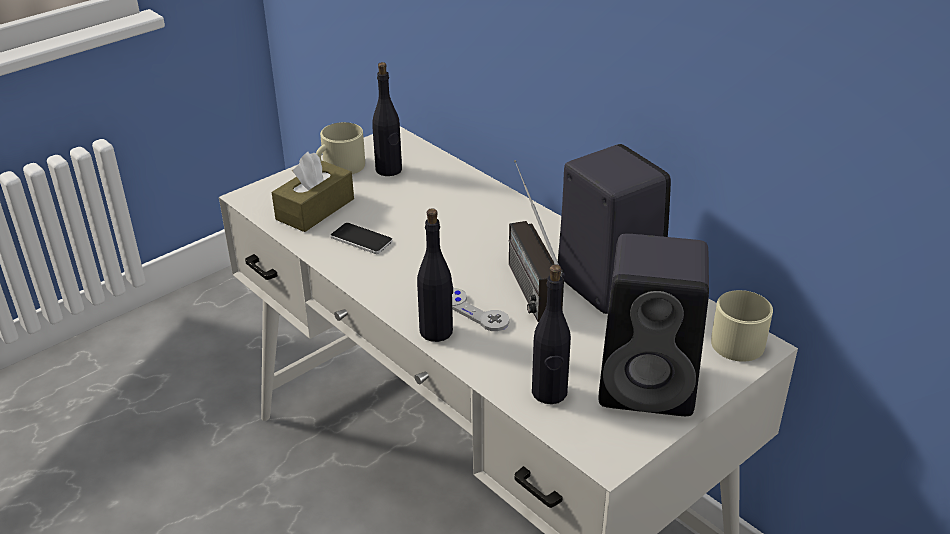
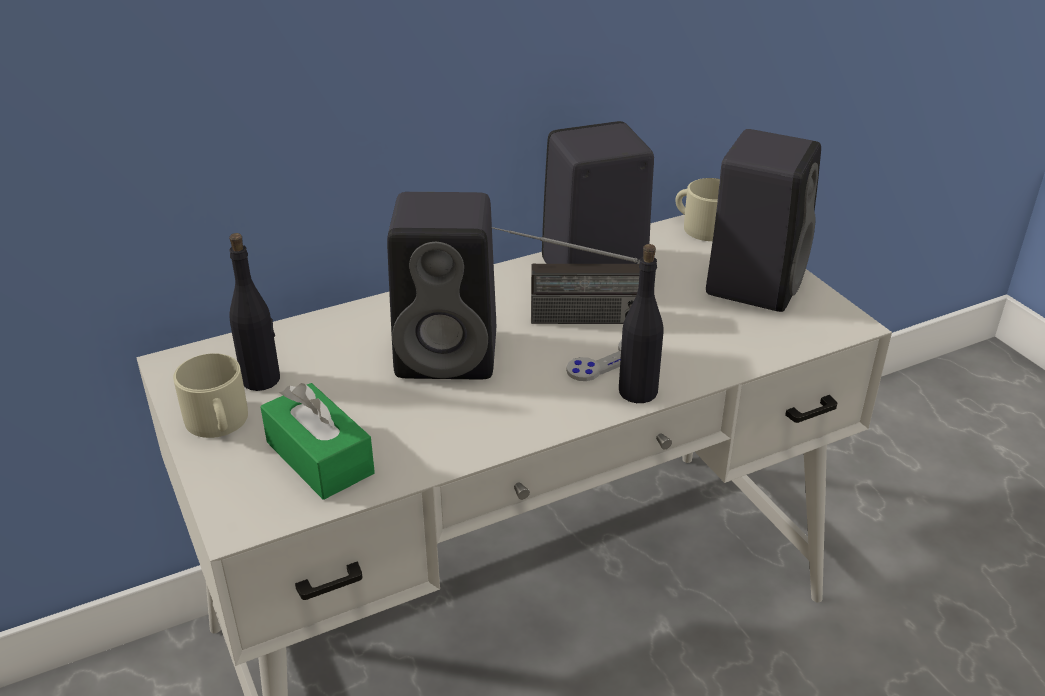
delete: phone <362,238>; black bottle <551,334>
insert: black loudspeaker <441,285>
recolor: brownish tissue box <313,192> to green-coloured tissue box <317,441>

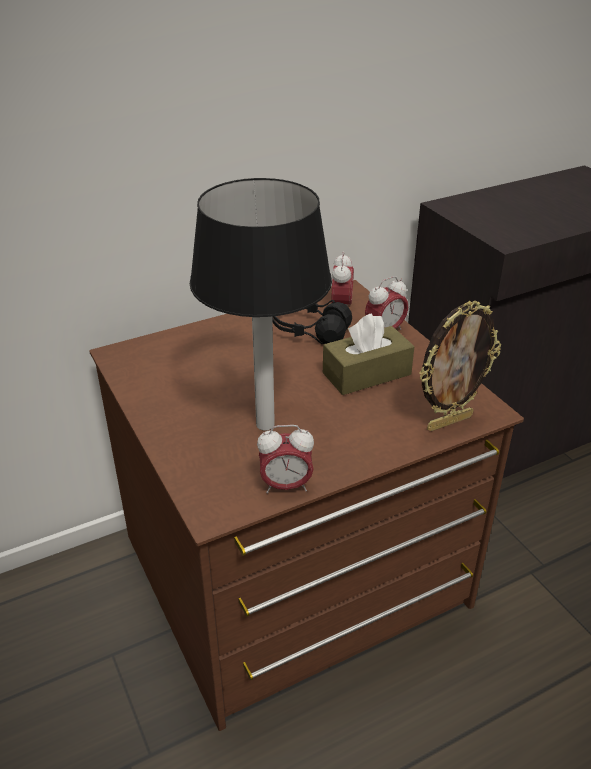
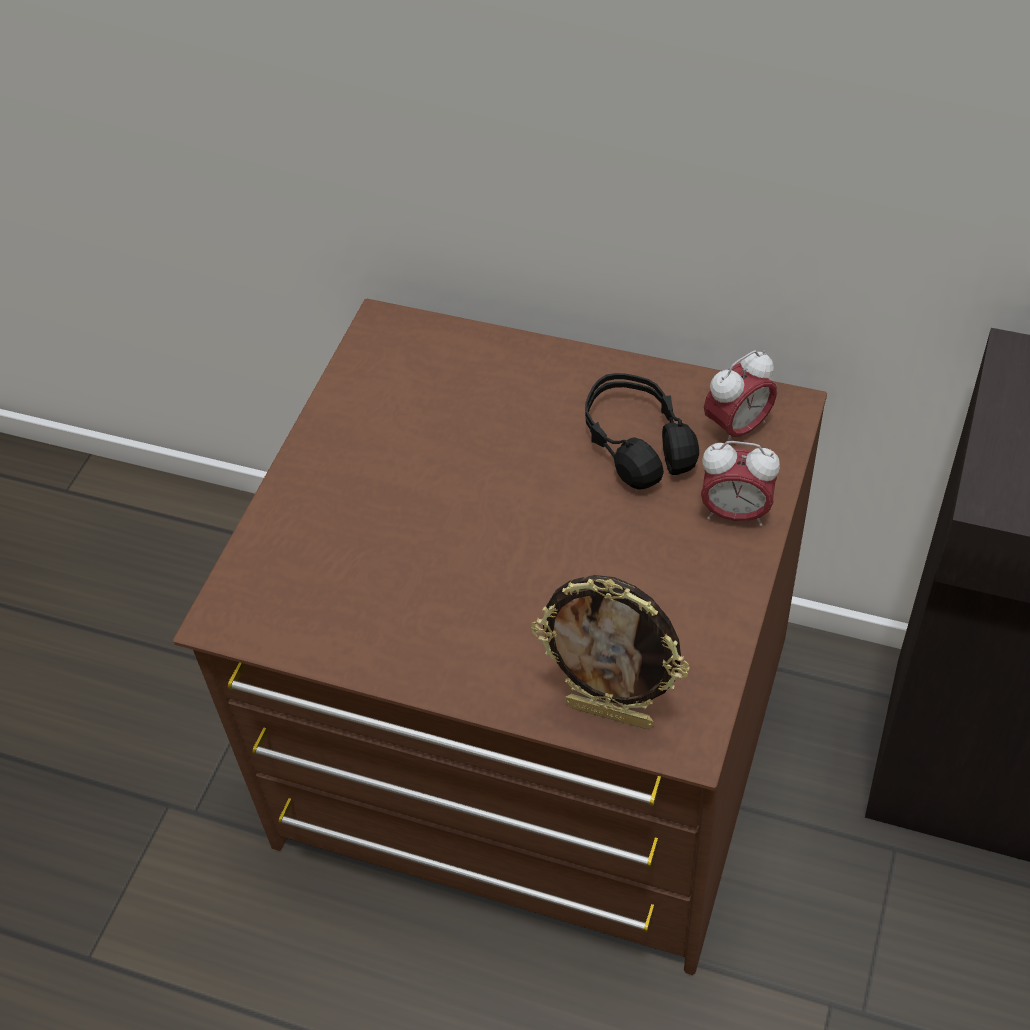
delete: table lamp <261,304>; bedside clock <285,459>; brownish tissue box <368,354>

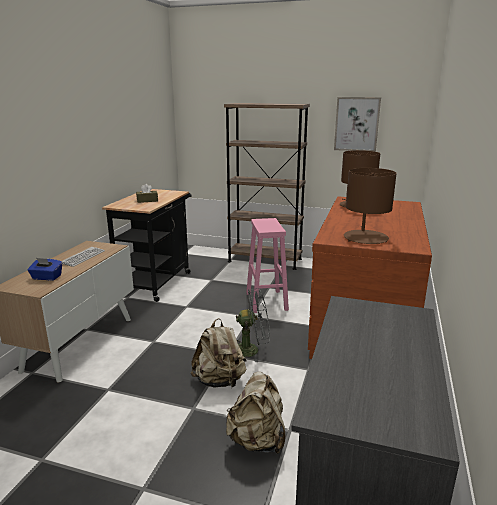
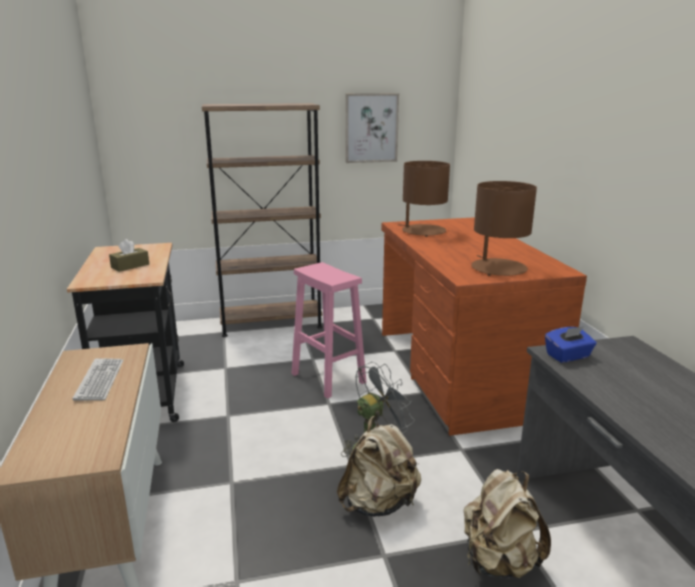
move: bluish tissue box <44,269> to <571,344>

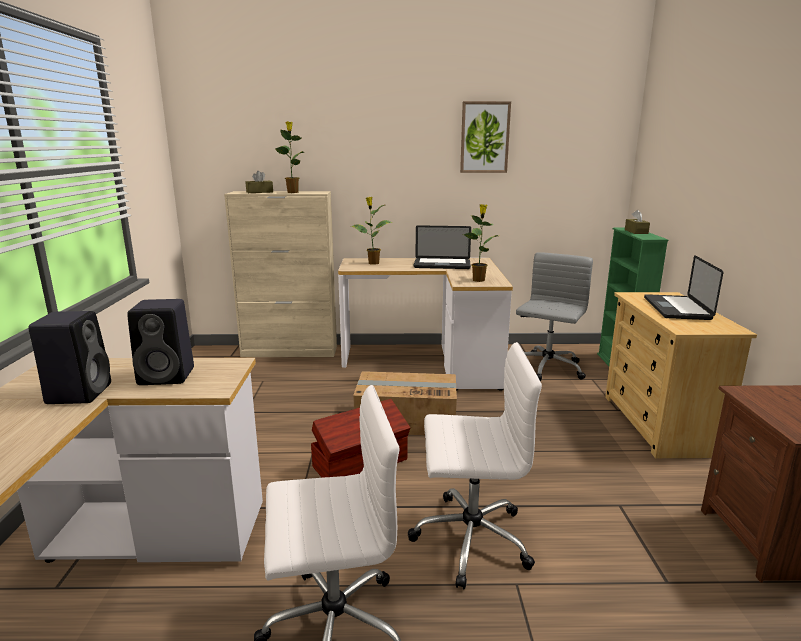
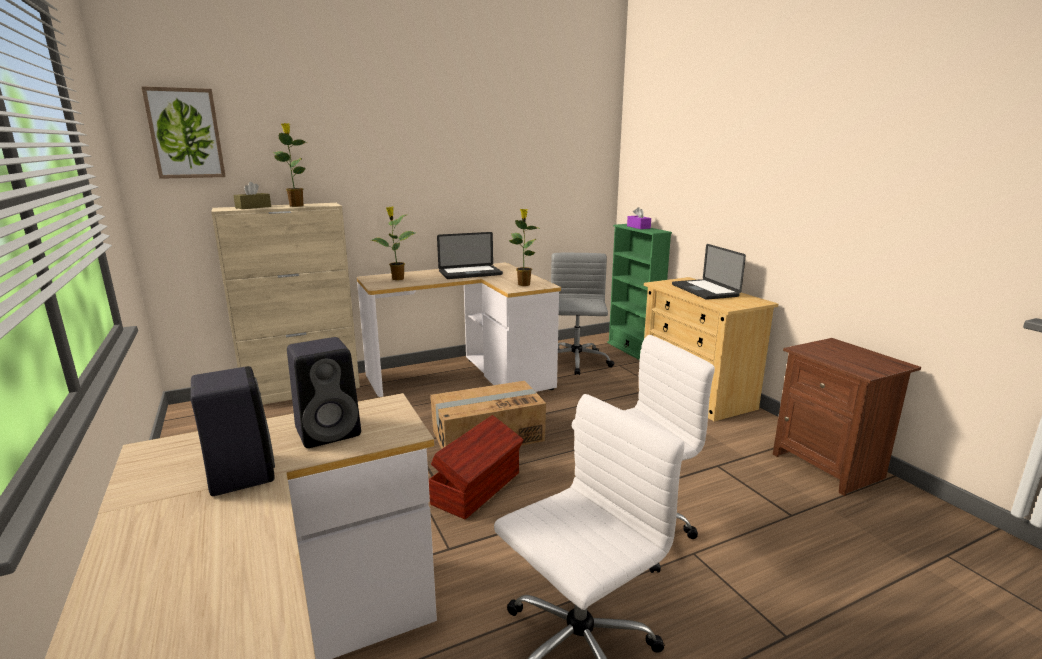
move: wall art <485,137> to <183,132>
recolor: brownish tissue box <637,222> to purplish tissue box <639,218>

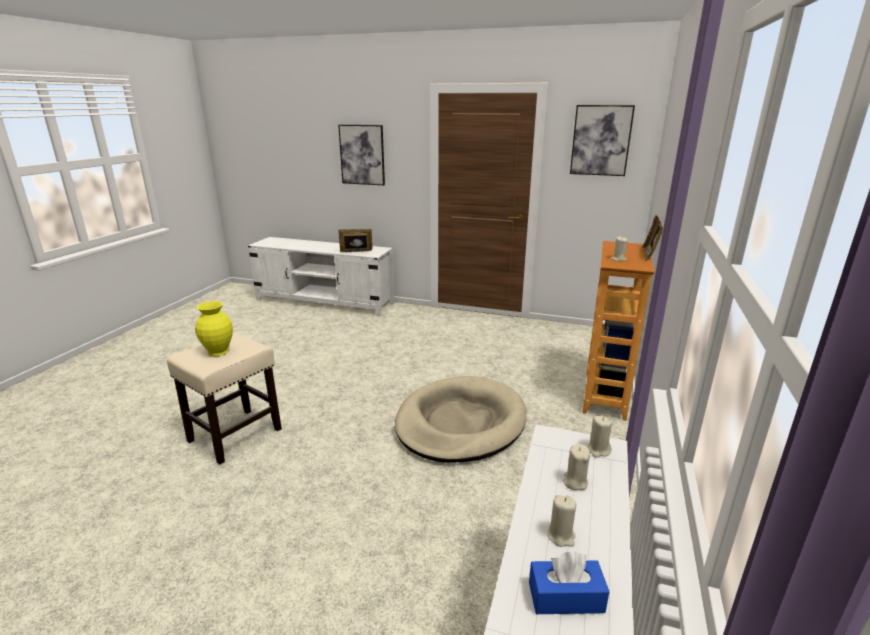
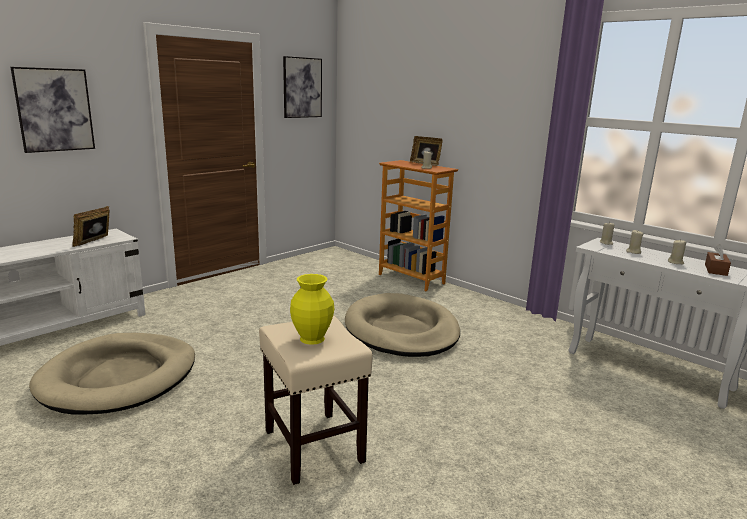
insert: beige-coloured dog bed <112,374>
recolor: bluish tissue box <569,582> to brownish tissue box <718,260>

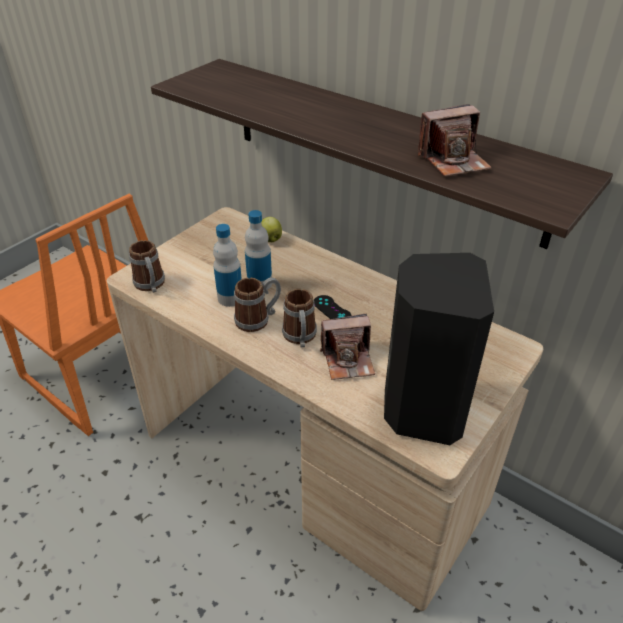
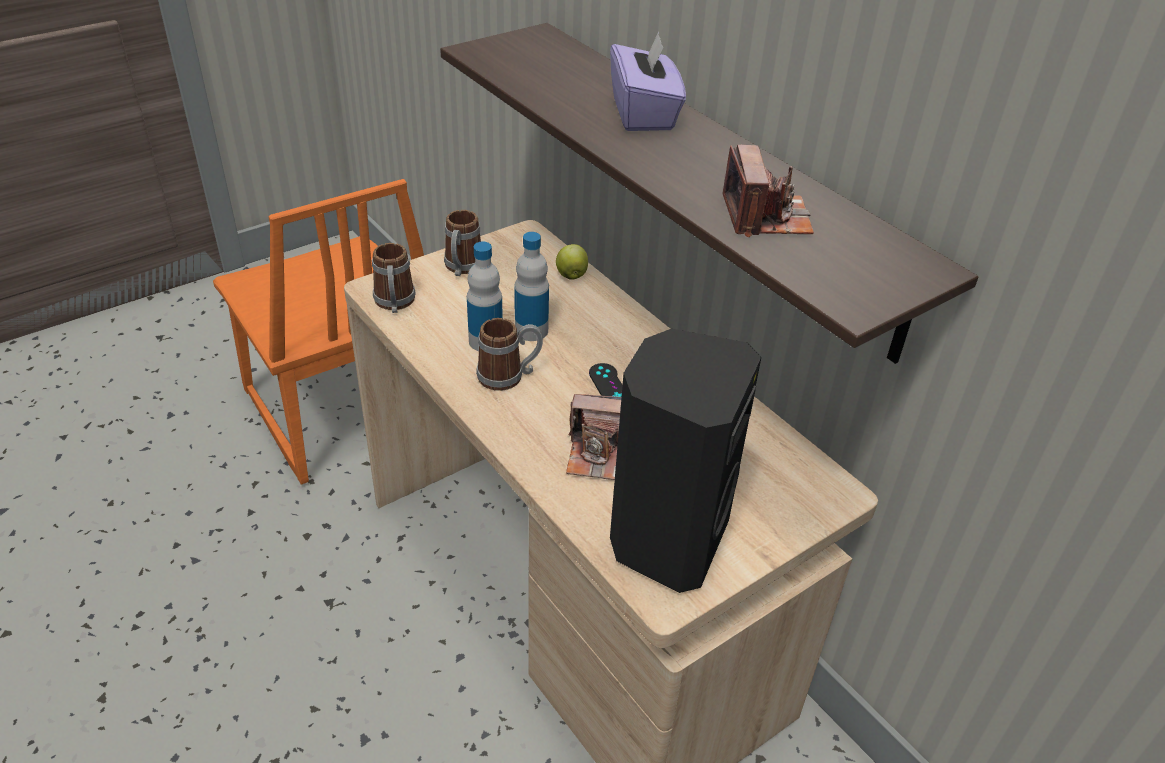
insert: purplish tissue box <648,81>
move: tea mug <299,318> to <462,243>
rotate: photo camera <455,140> = <768,191> 90 degrees counterclockwise

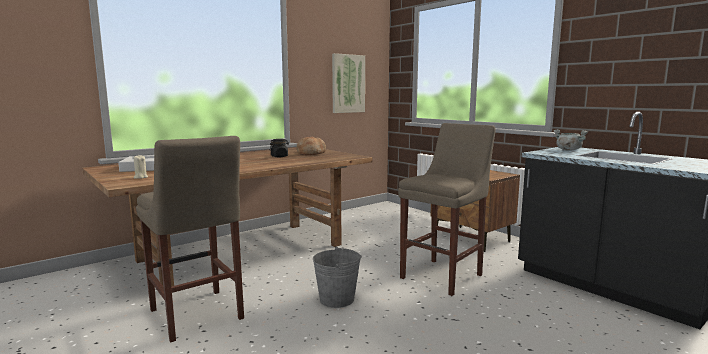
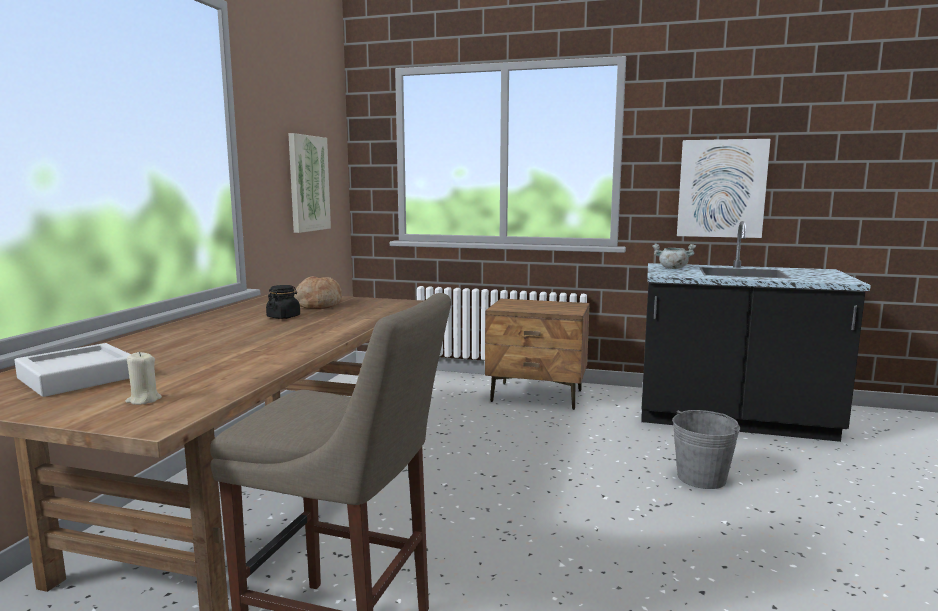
delete: beige-coloured sitting stool <447,209>
insert: wall art <723,188>
move: gray water bucket <337,277> to <706,449>

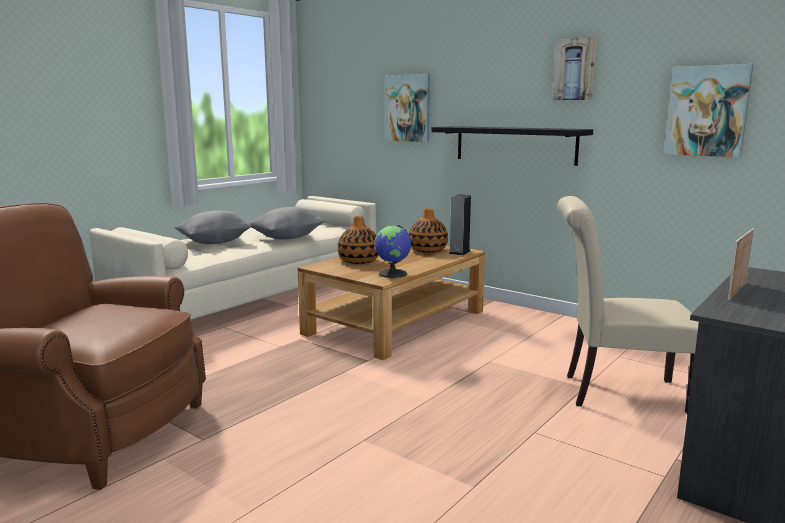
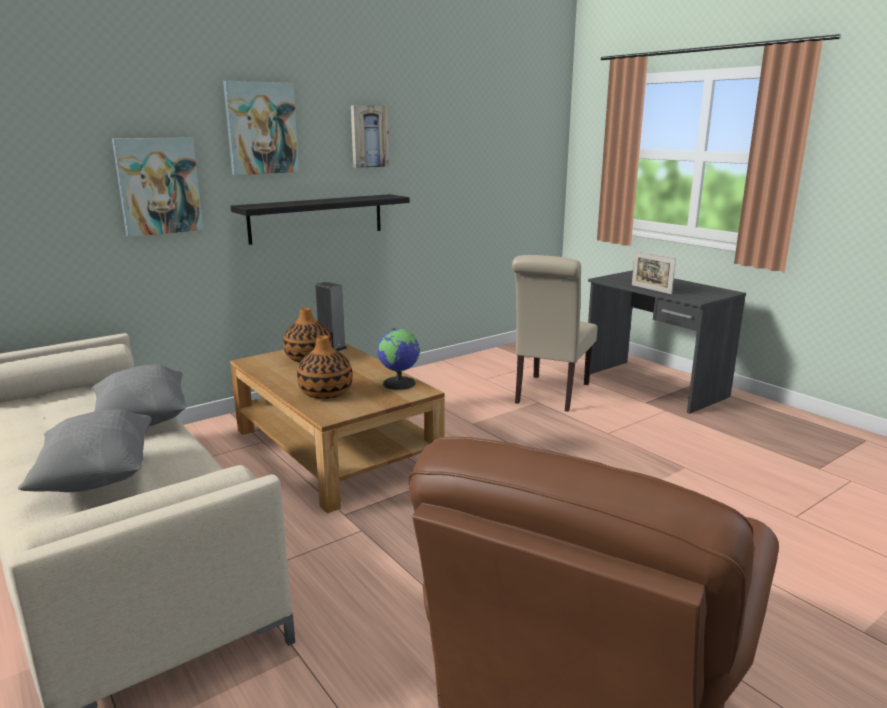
move: wall art <708,111> to <261,128>

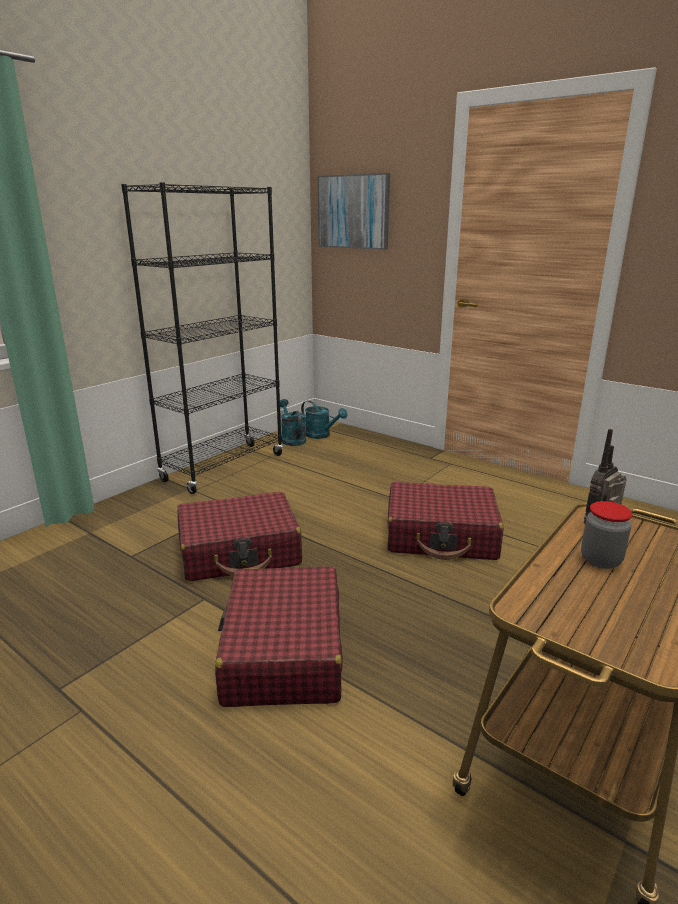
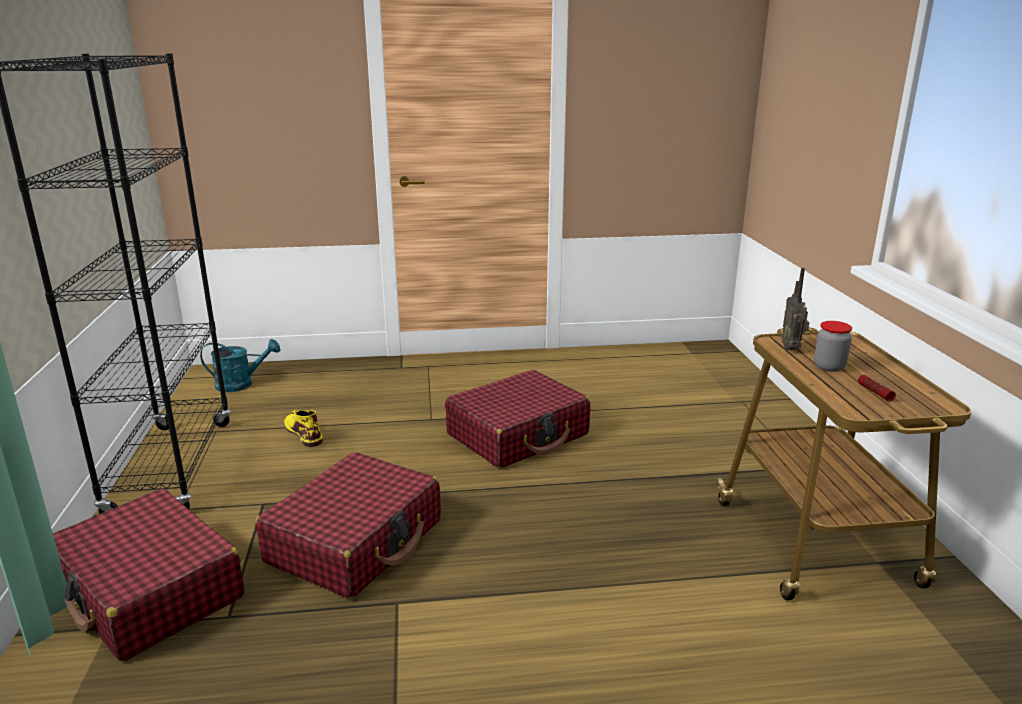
delete: turquoise-coloured sprinkling can <293,422>; wall art <354,211>
insert: yellow-coloured high-top boot <303,428>; torch <877,388>
move: reddish suitcase <279,636> to <149,575>

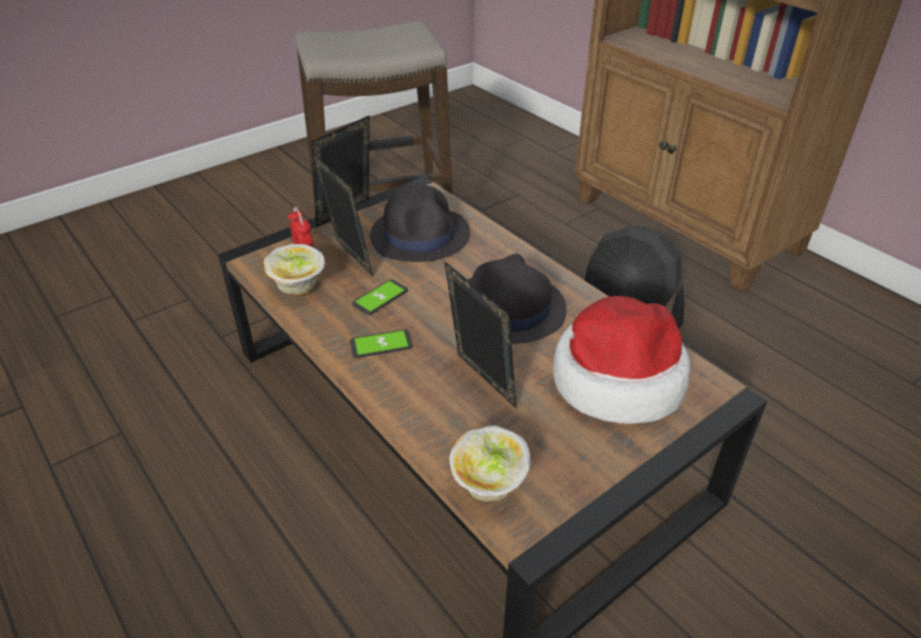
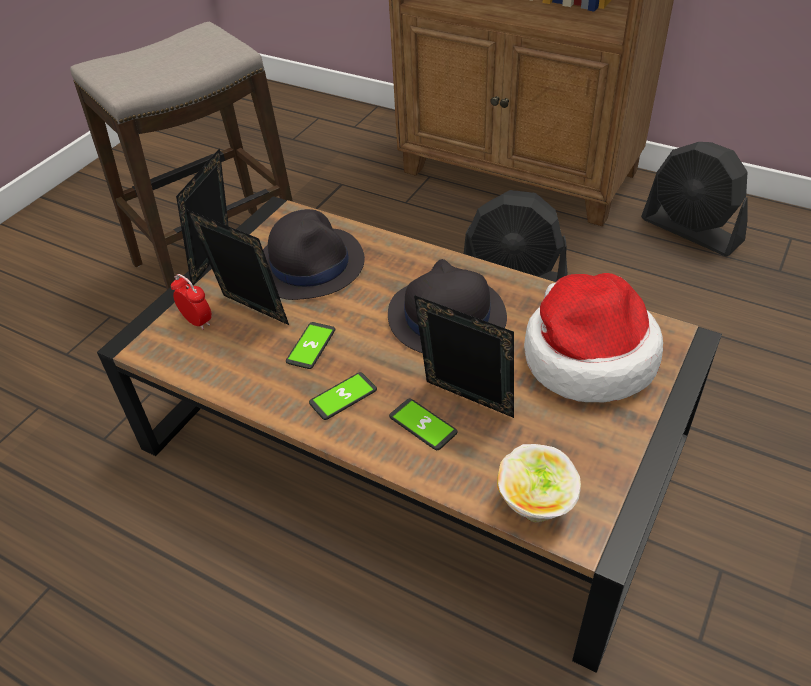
delete: deep dish <294,270>
insert: phone <423,424>; black fan <694,199>

